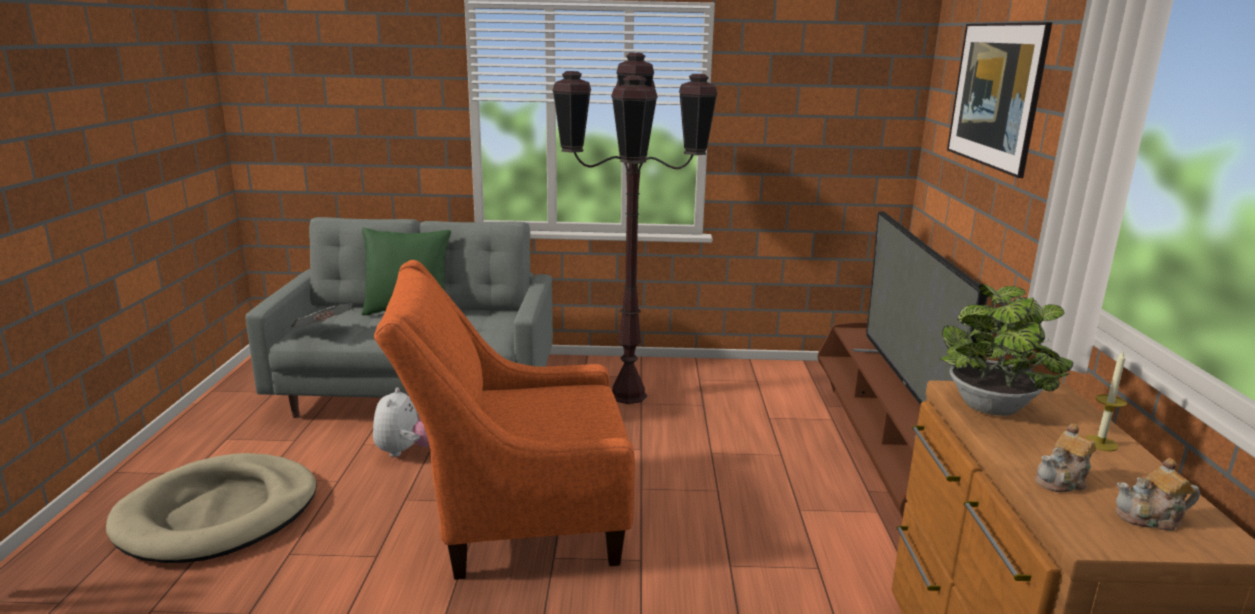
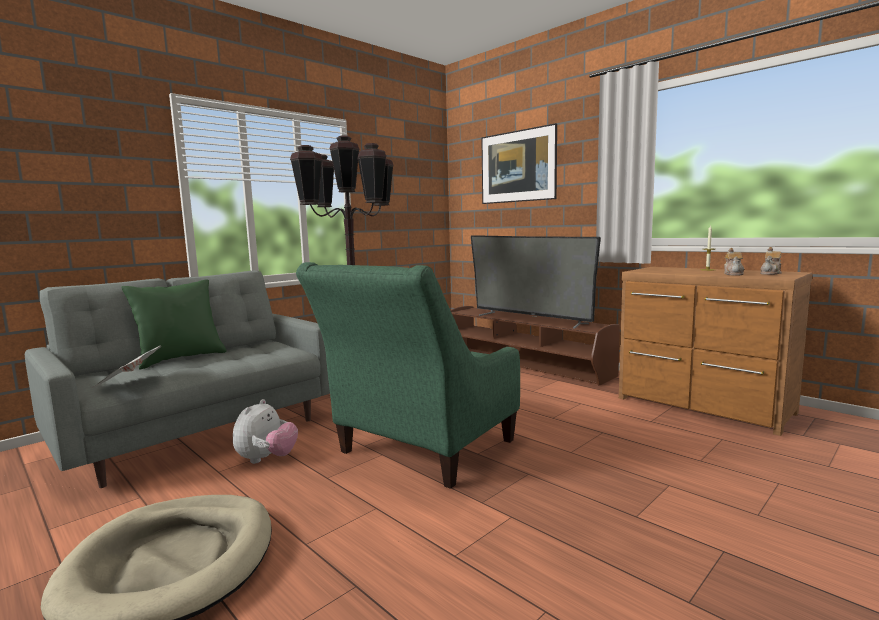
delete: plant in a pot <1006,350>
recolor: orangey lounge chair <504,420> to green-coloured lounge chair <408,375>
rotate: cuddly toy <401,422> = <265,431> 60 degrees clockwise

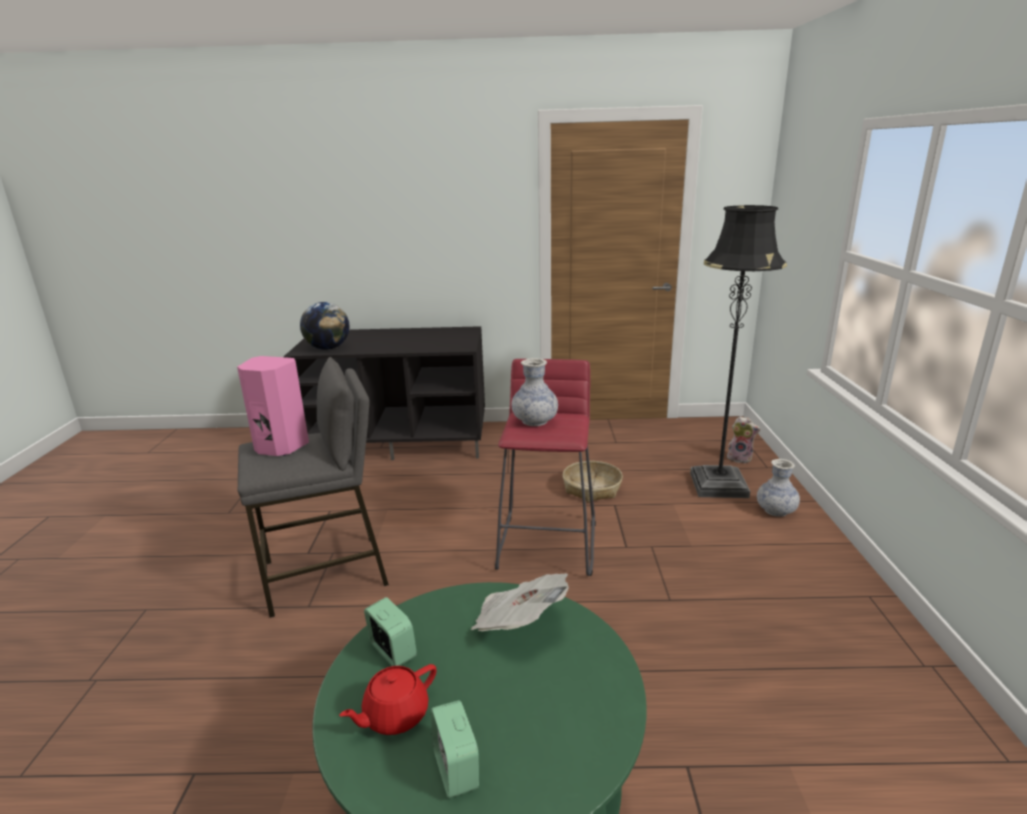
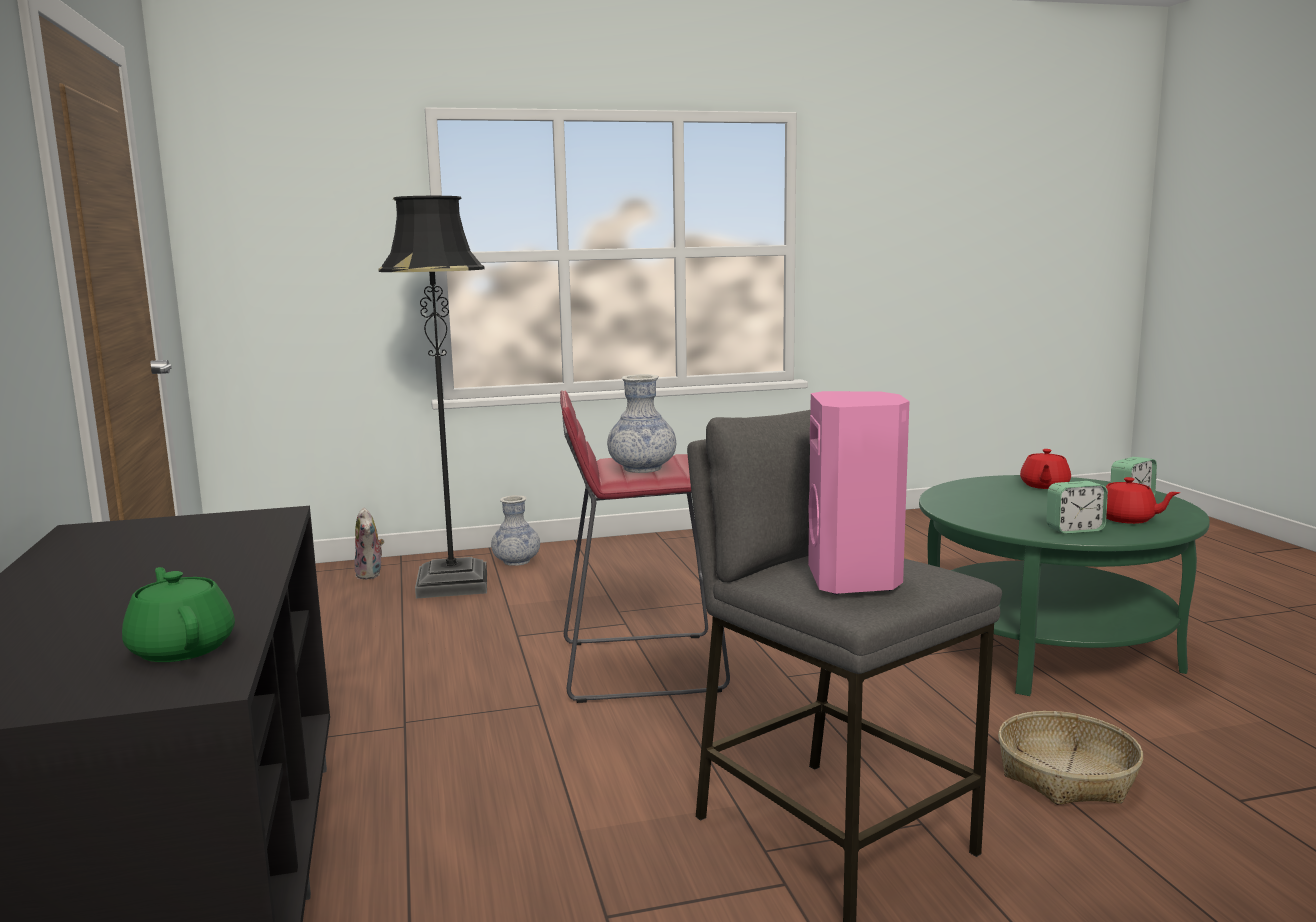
delete: printed paper <520,602>
insert: reddish tea pot <1045,469>
move: basket <593,482> to <1070,758>
replace: world globe <324,326> to green-coloured tea pot <178,614>
rotate: bedside clock <390,631> = <1077,507> 135 degrees counterclockwise; cuddly toy <744,439> = <369,544> 150 degrees clockwise

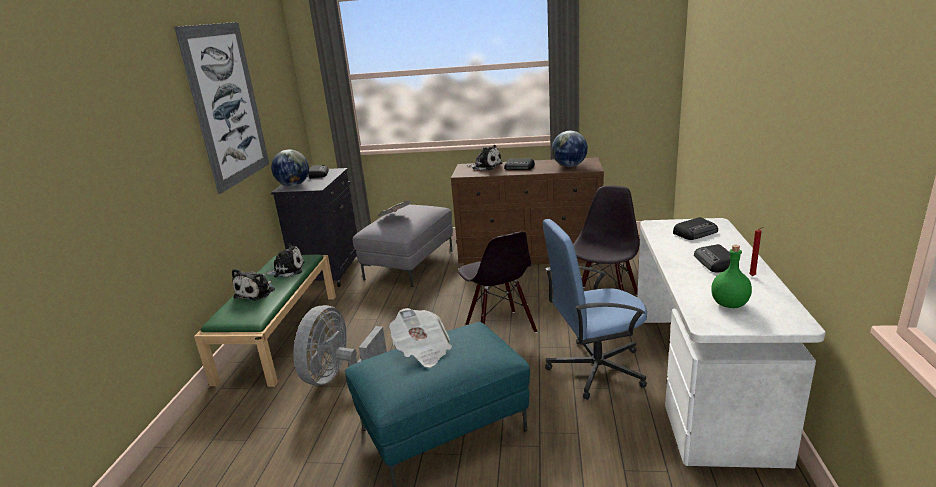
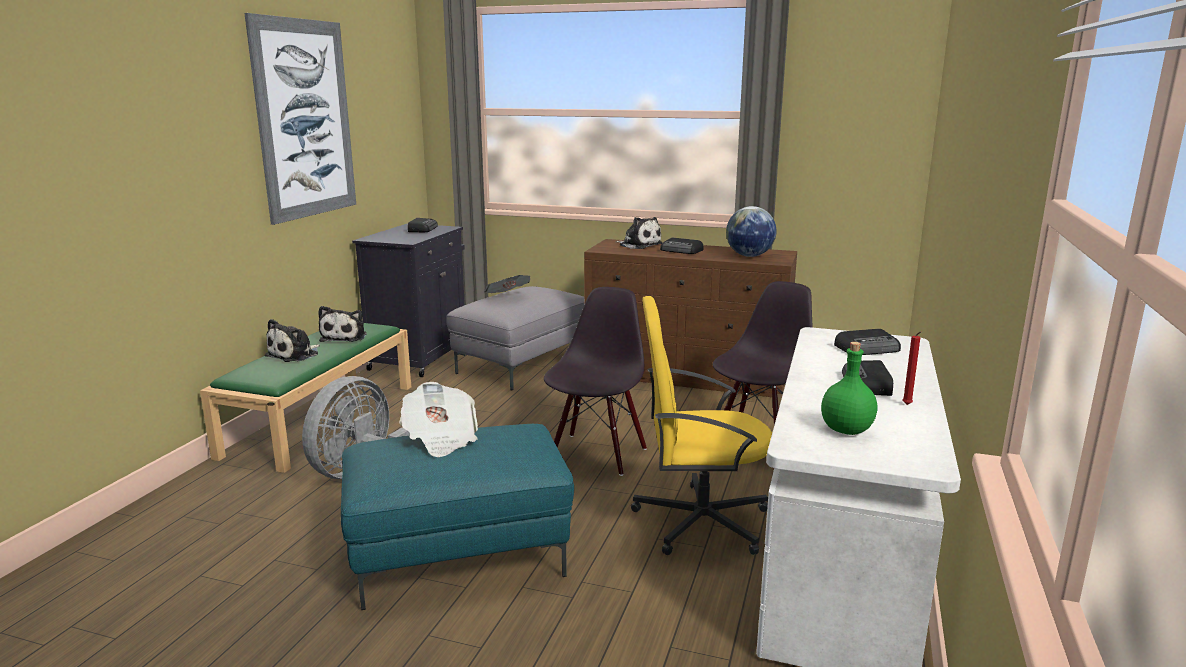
delete: world globe <290,168>
recolor: bluish office chair <595,309> to yellow-coloured office chair <701,425>
rotate: cuddly toy <283,260> = <342,324> 90 degrees clockwise; black chair <497,282> = <595,381> 150 degrees counterclockwise

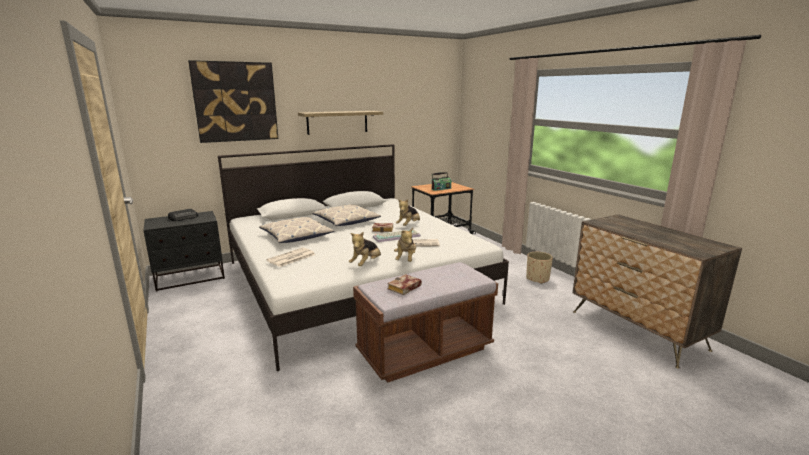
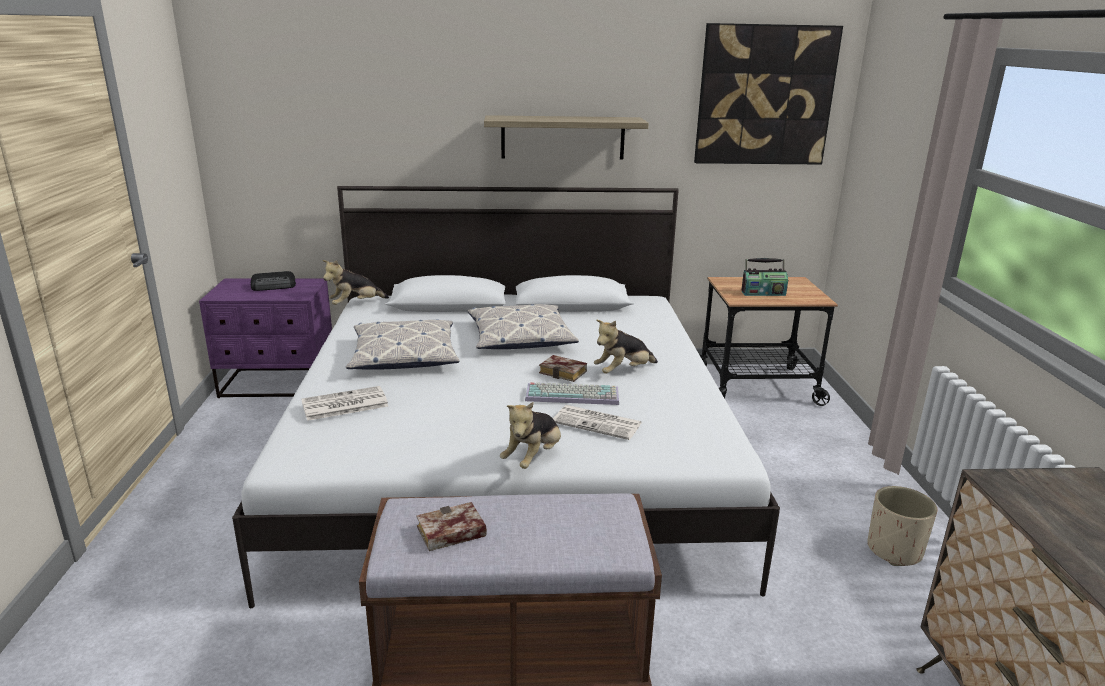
move: wall art <233,101> to <768,94>; cuddly toy <365,249> to <356,282>
recolor: black bedside table <184,251> to purplish bedside table <265,338>

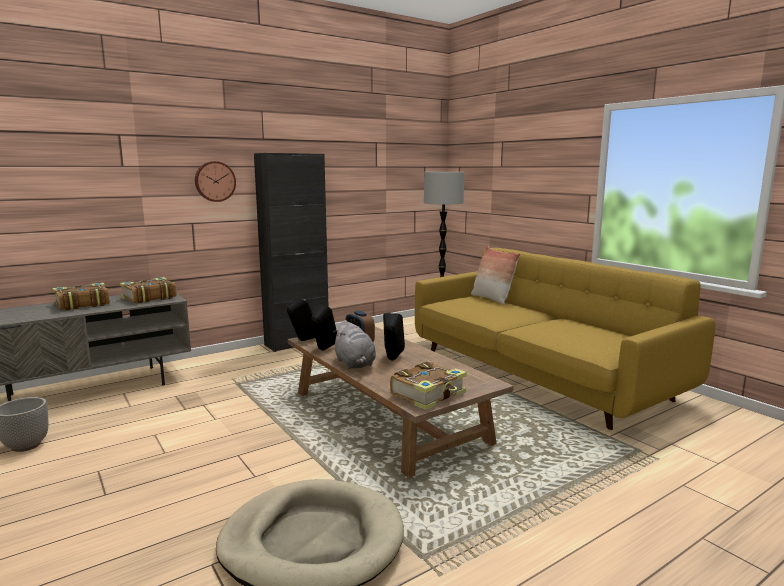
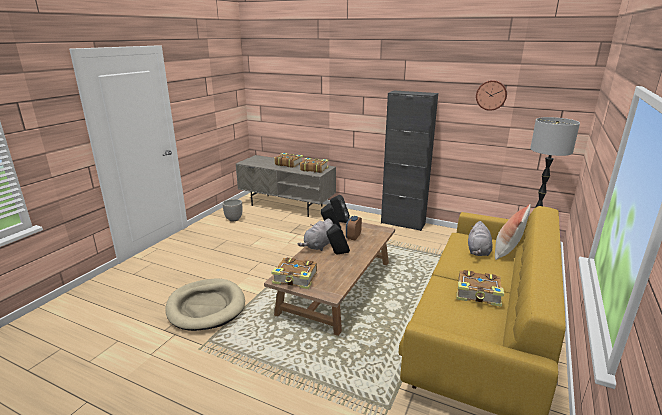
insert: book <480,288>; gray cuddly toy <480,238>
move: hanging clock <215,181> to <491,95>

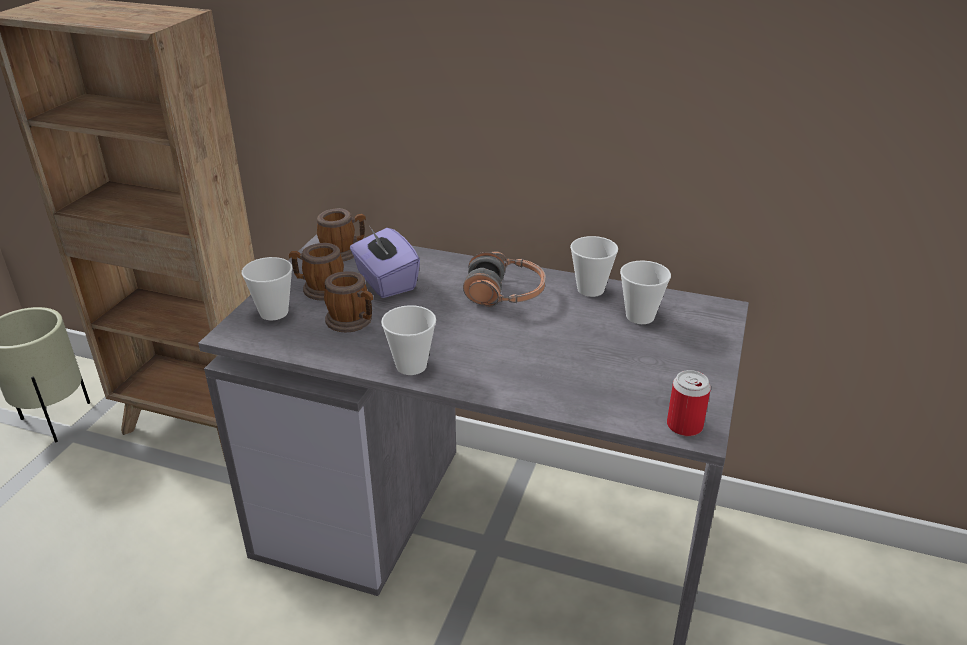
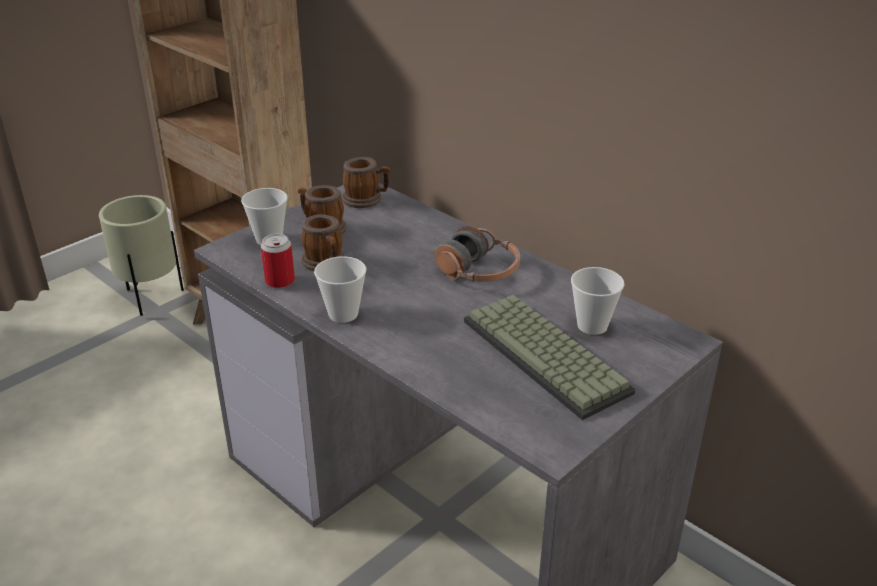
delete: purplish tissue box <385,262>; cup <594,266>
insert: keyboard <549,357>
move: metal can <689,403> to <278,261>

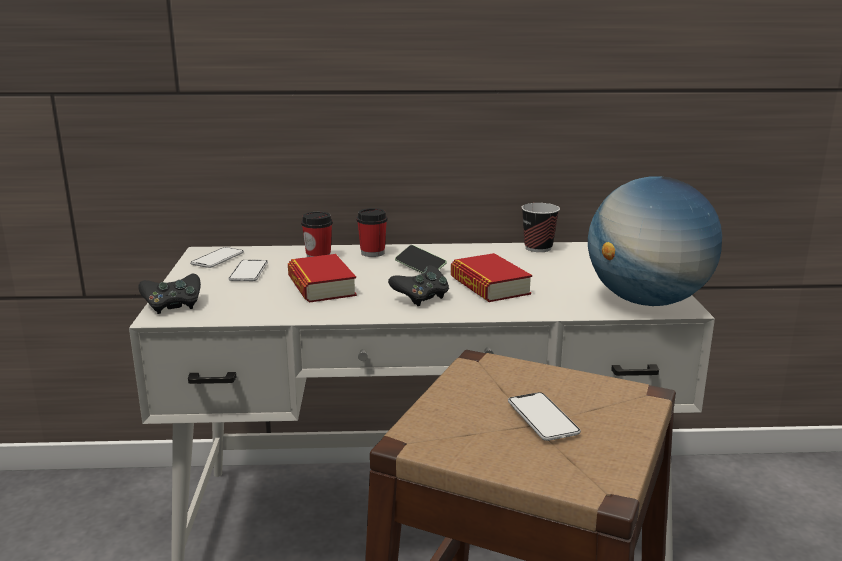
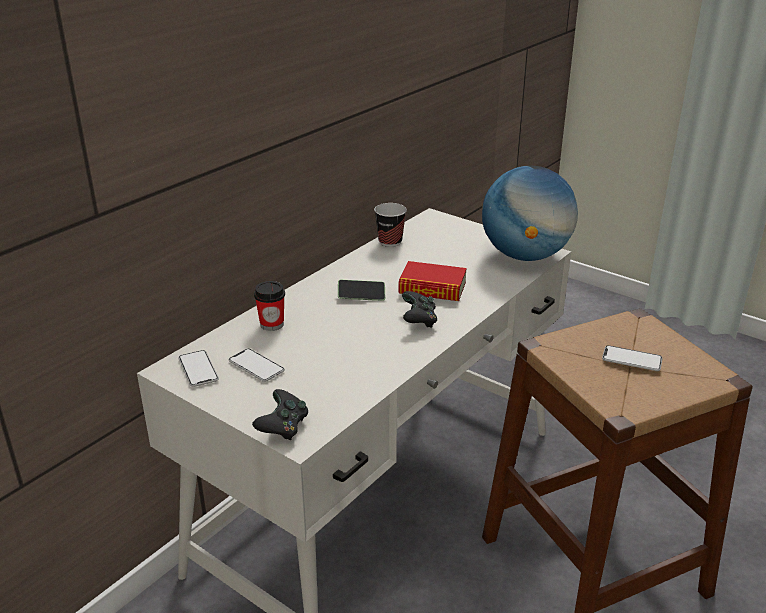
delete: book <322,278>; cup <372,232>

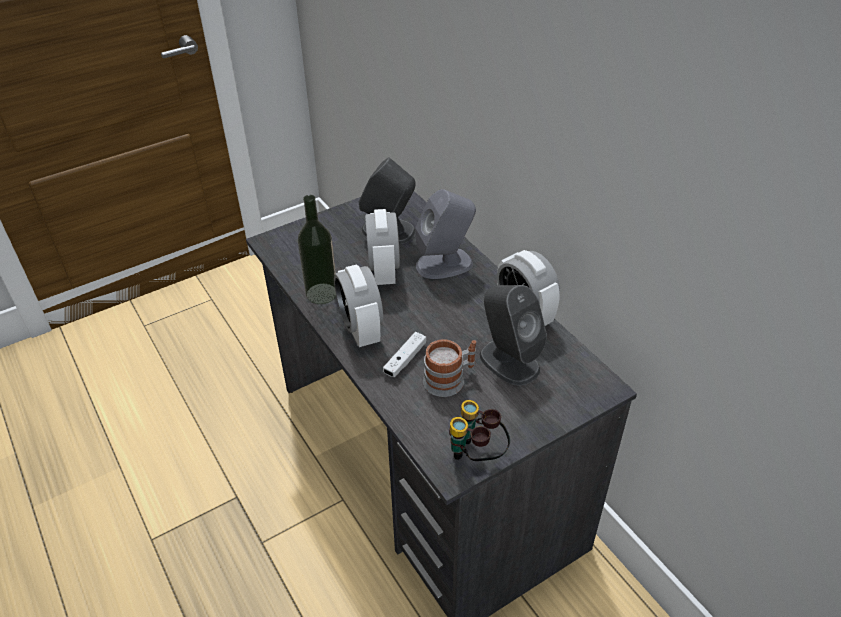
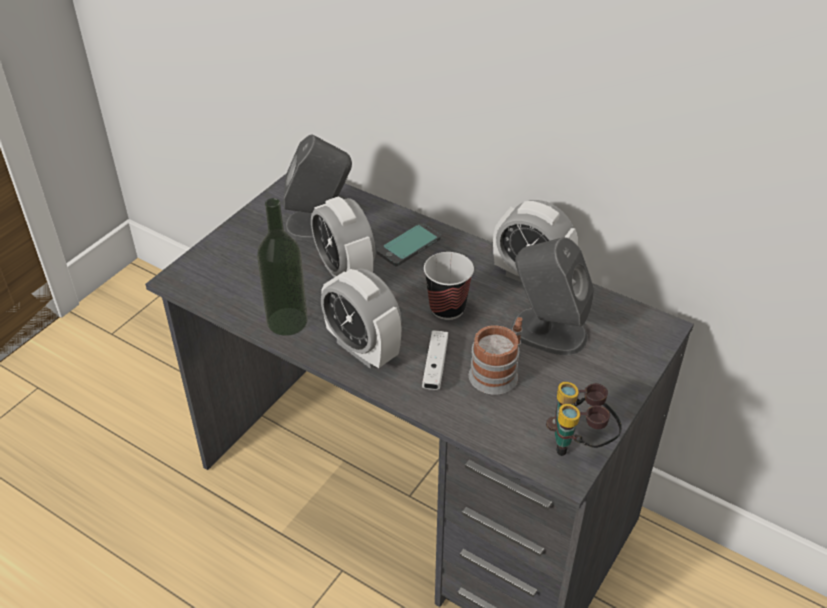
insert: cup <449,286>
replace: gray loudspeaker <445,234> to phone <409,244>

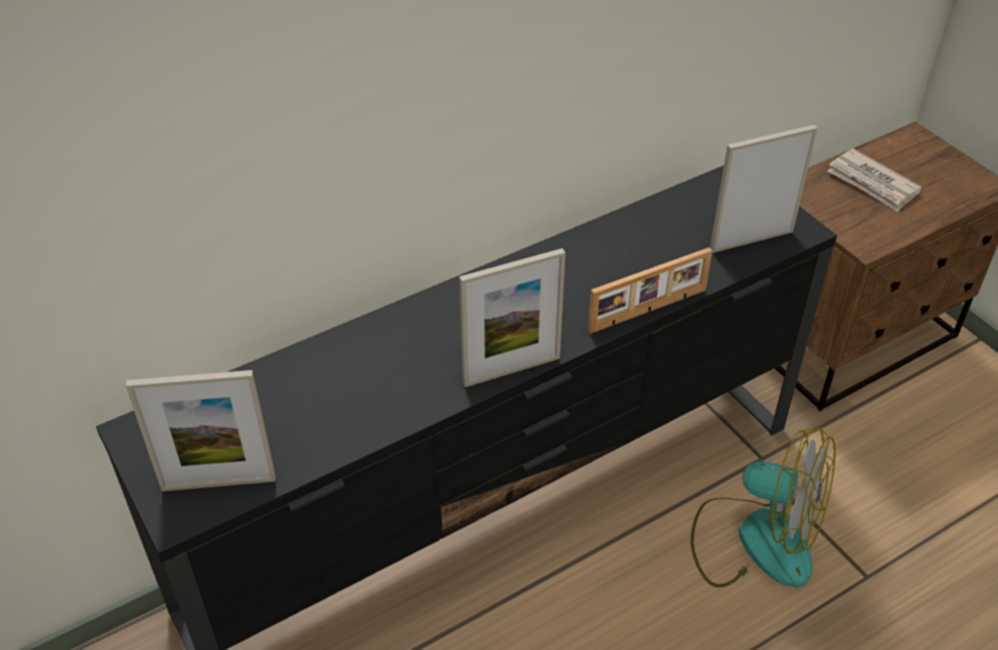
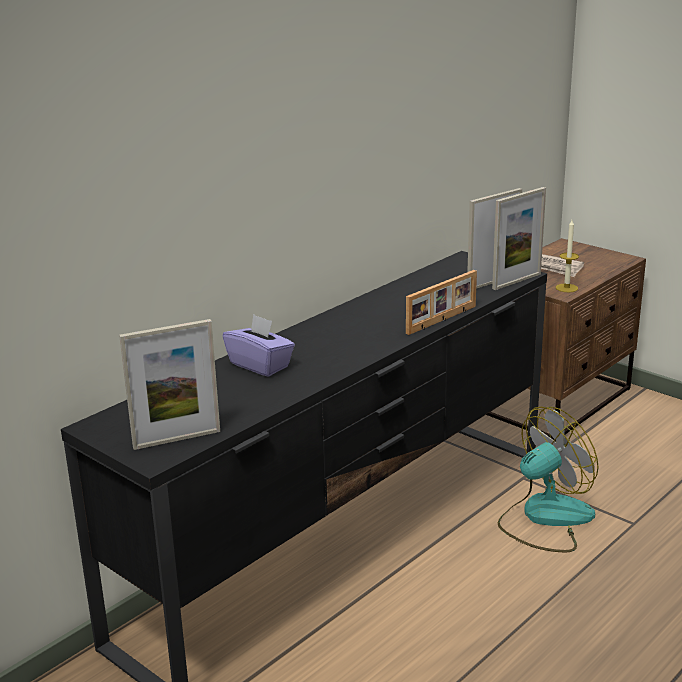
insert: purplish tissue box <259,345>; candle <567,256>
move: picture frame <512,317> to <519,238>
rotate: fan <763,507> = <548,479> 45 degrees counterclockwise

